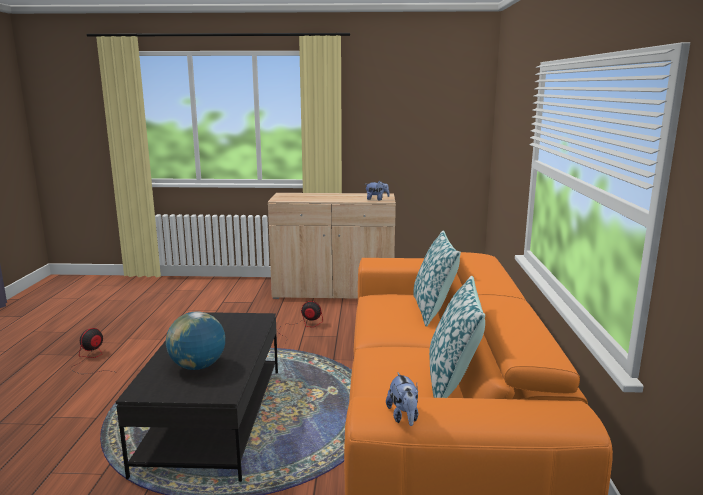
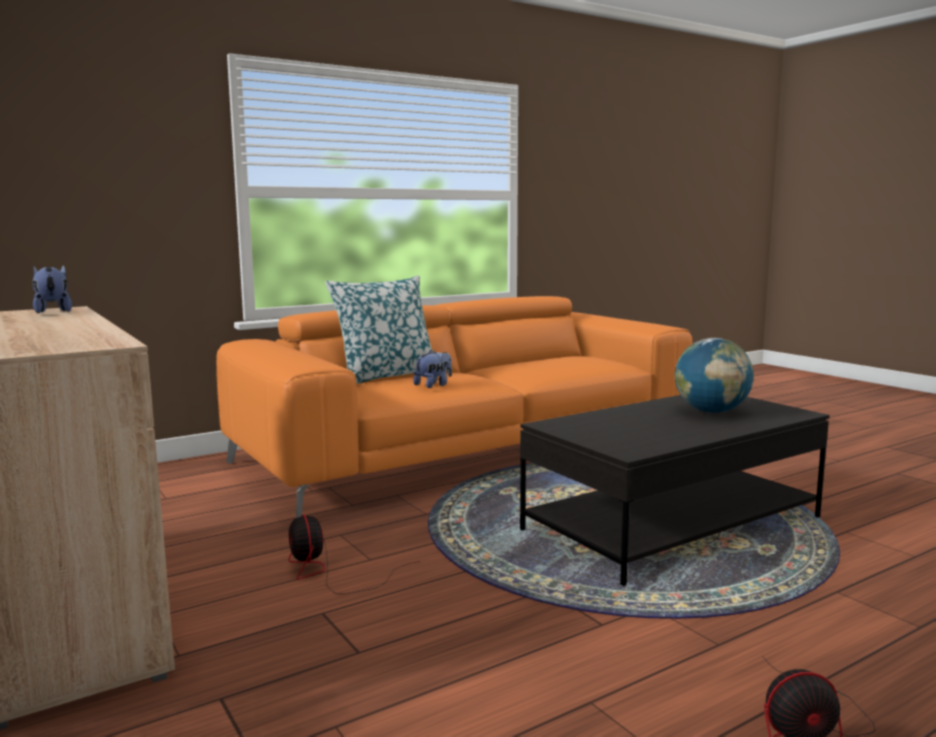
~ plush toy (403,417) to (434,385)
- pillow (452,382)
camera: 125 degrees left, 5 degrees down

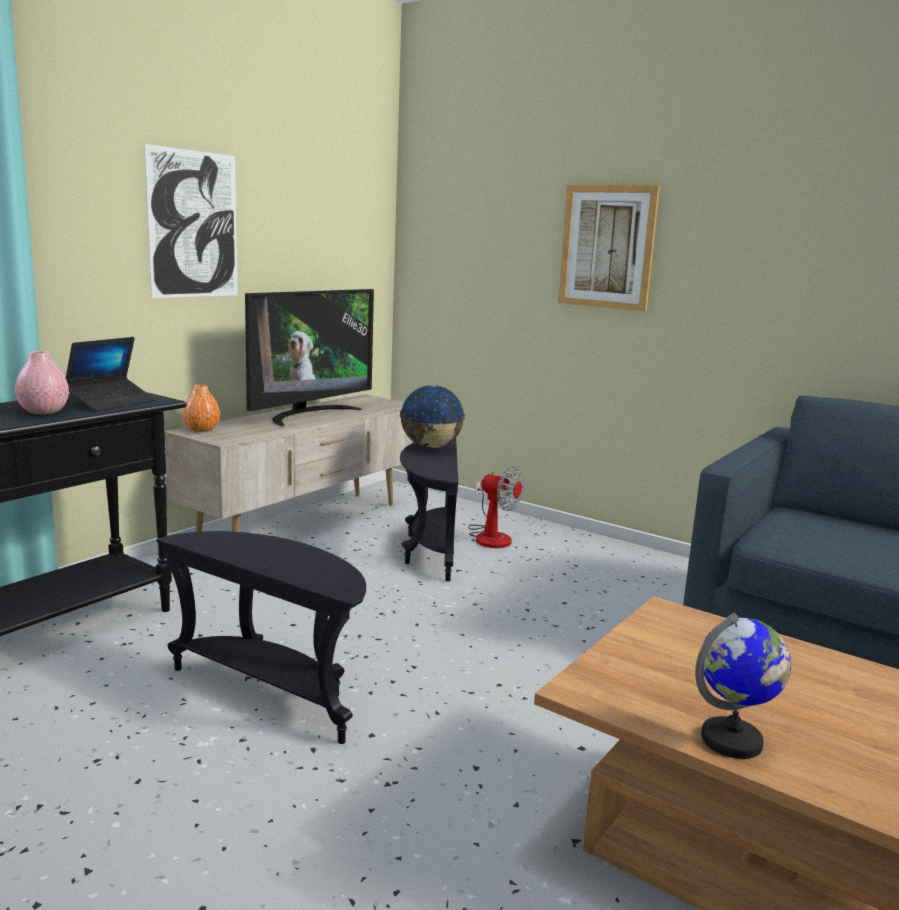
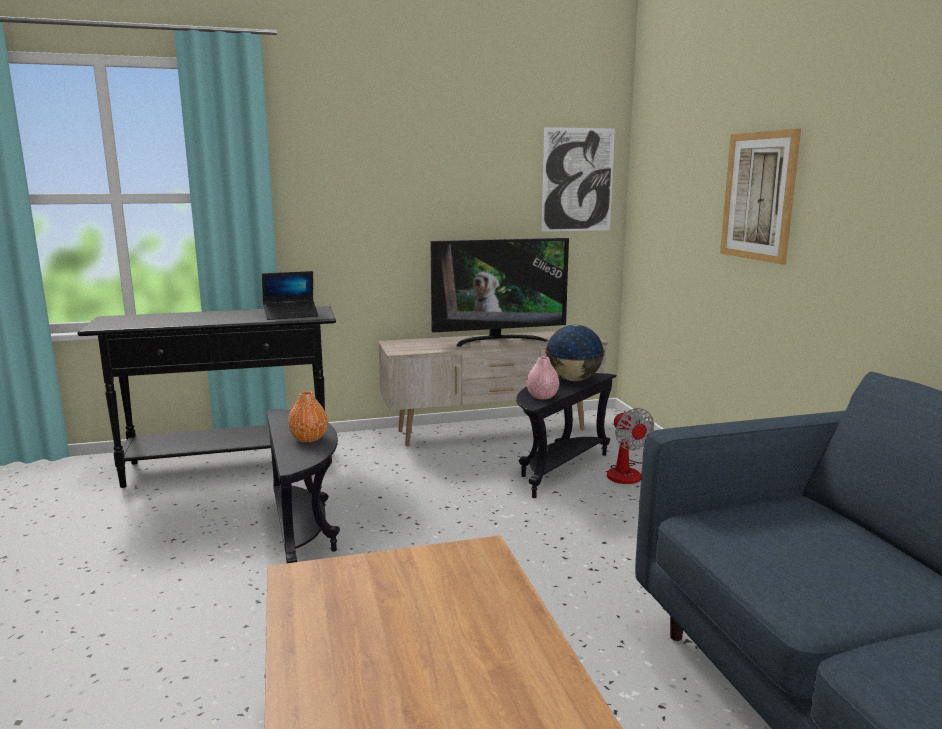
~ pink vase (44,411) to (542,397)
~ picture (194,225) to (577,180)
~ orange vase (201,429) to (309,438)
- globe (732,741)
camera: 40 degrees right, 0 degrees up

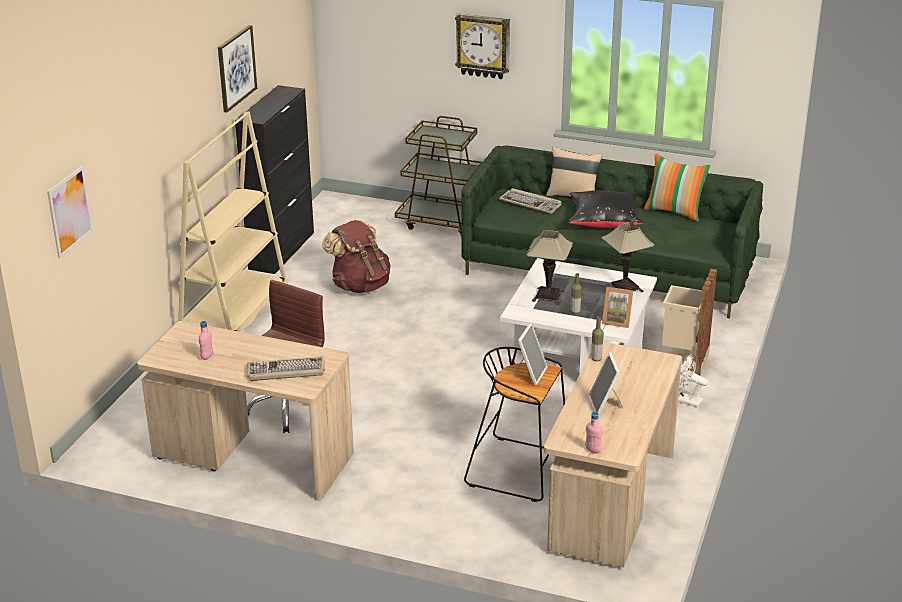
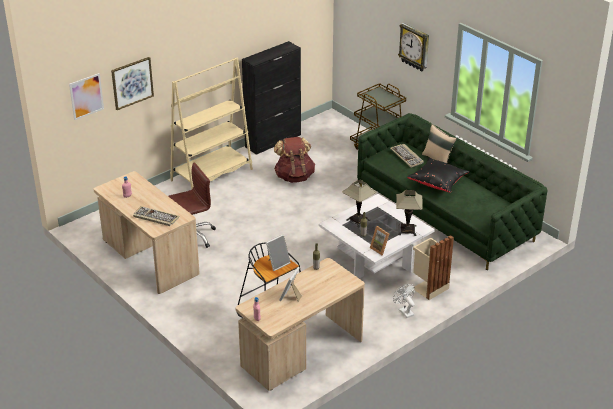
~ picture (236,68) to (132,83)
- pillow (674,212)
camera: 30 degrees right, 5 degrees up

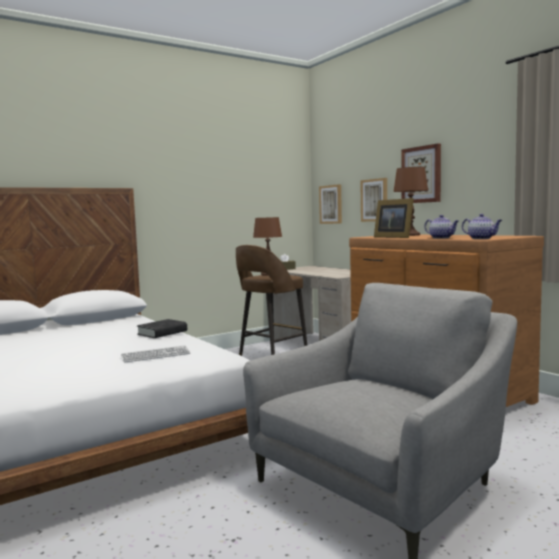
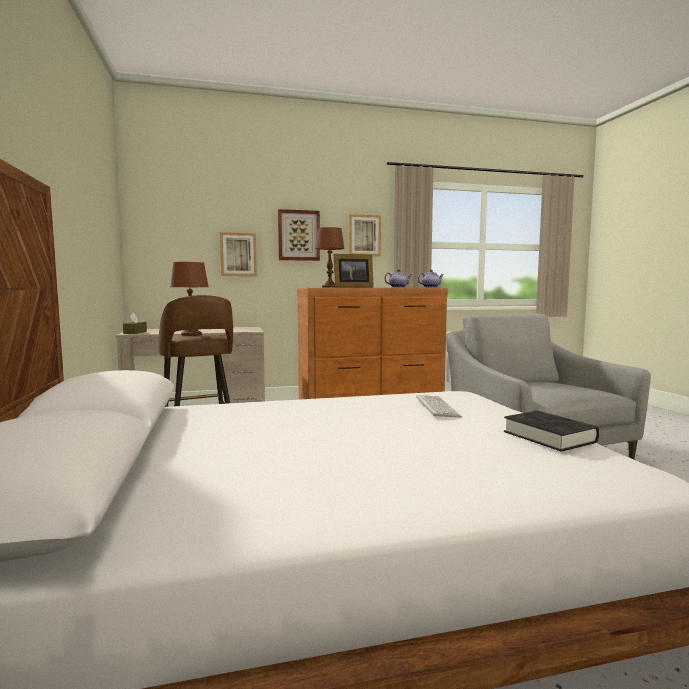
~ black book (162,333) to (549,437)
~ picture (331,204) to (364,235)
camera: 70 degrees left, 0 degrees up

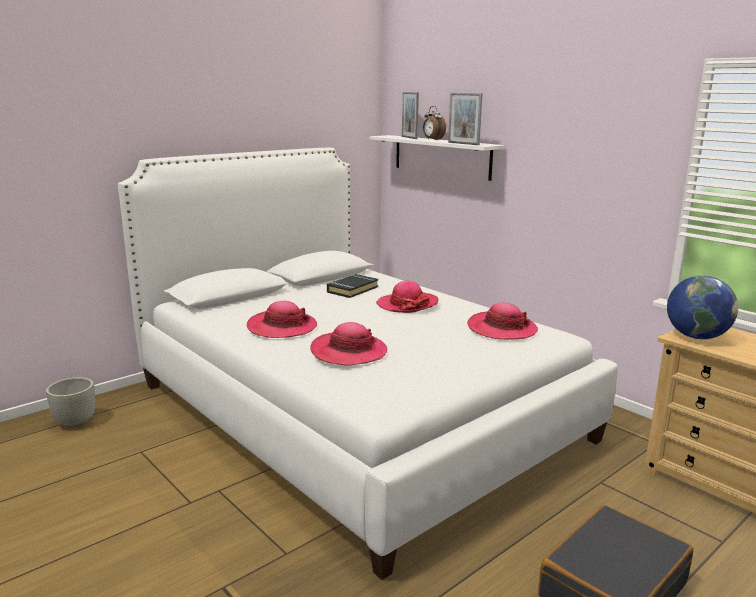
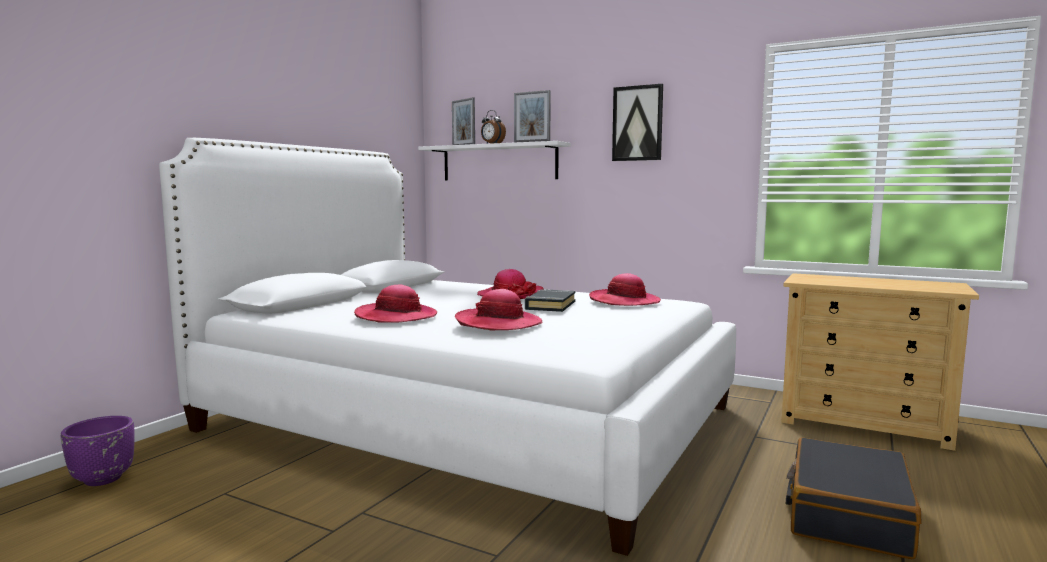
~ grey planter (75,422) to purple planter (102,479)
~ black book (352,289) to (550,305)
- globe (696,337)
+ picture (637,123)
camera: 20 degrees left, 10 degrees down

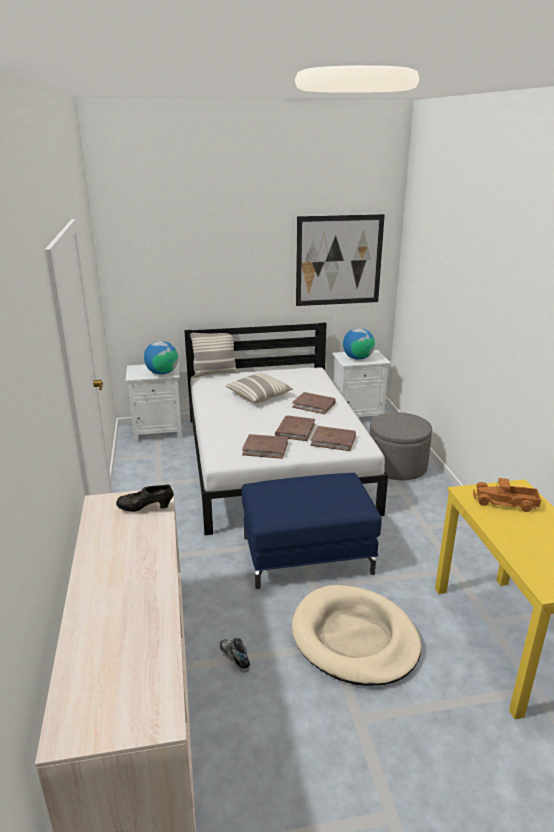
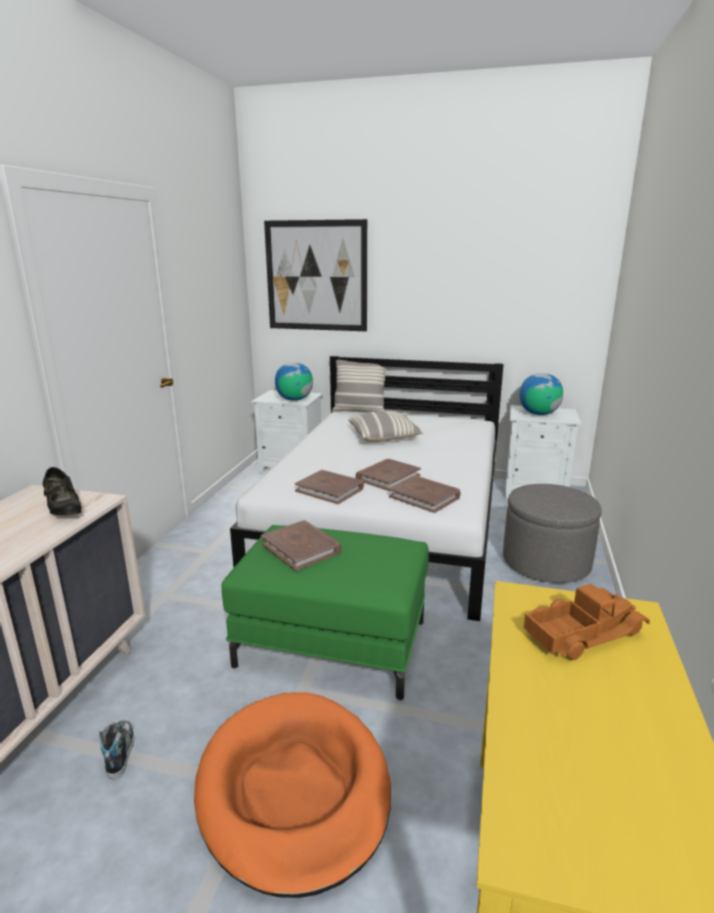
~ black shoe (146,508) = (64,510) 150 degrees counterclockwise
~ blue ottoman (307,554) to green ottoman (332,642)
~ brown book (314,405) to (301,548)
~ beige dog bed (354,638) to orange dog bed (294,790)
~ picture (339,260) to (316,276)
~ toy truck (505,503) = (581,632) 120 degrees clockwise
camera: 25 degrees right, 5 degrees down

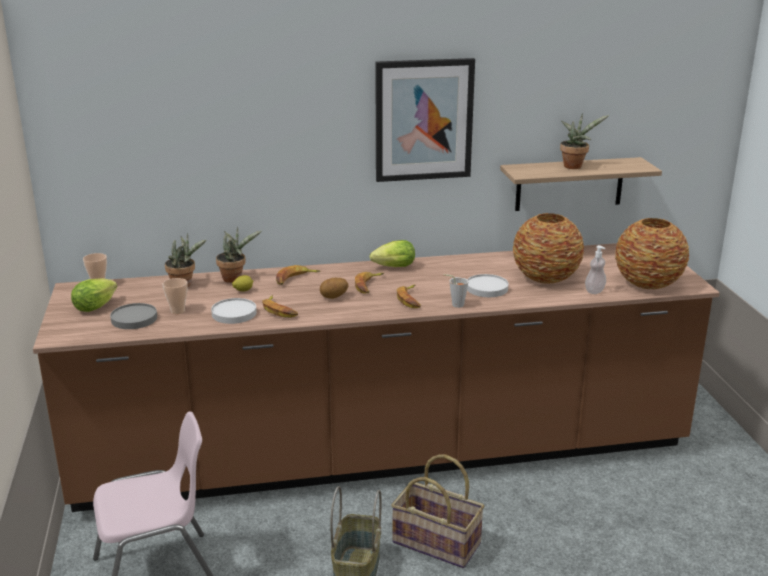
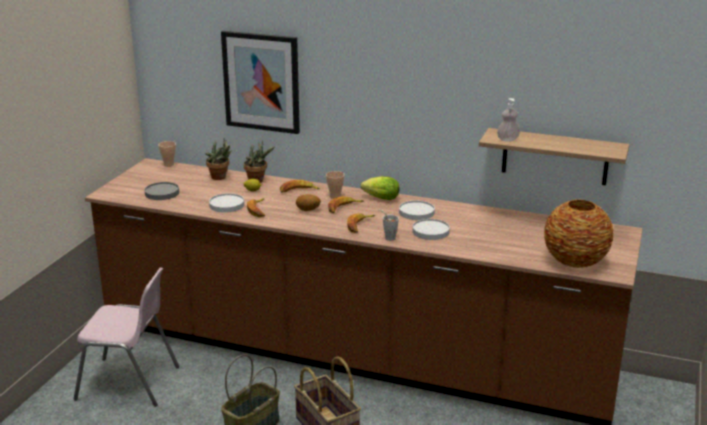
- lettuce (97,306)
~ cup (178,311) to (335,196)
~ picture (423,120) to (261,82)
- vase (545,278)
- potted plant (574,166)
~ soap dispenser (594,291) to (508,139)
+ white plate (416,212)
camera: 30 degrees right, 0 degrees up

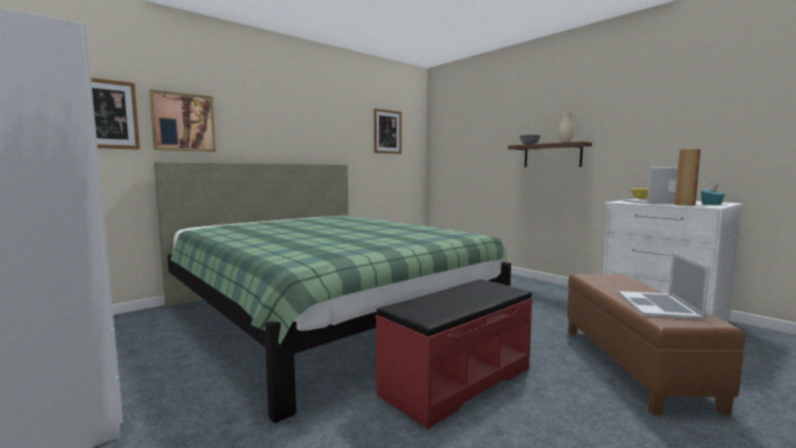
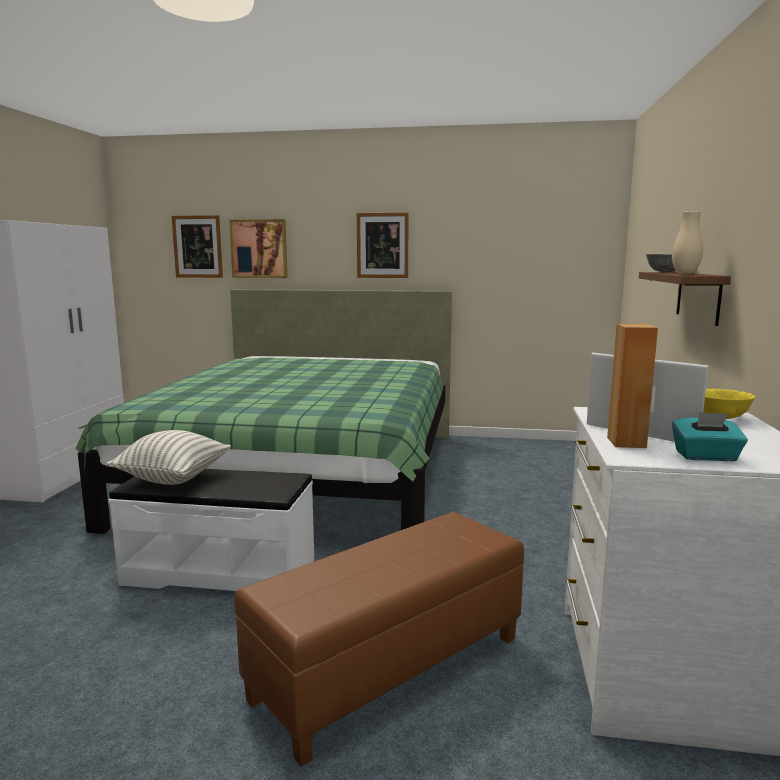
~ picture (387,132) to (382,245)
~ red bench (456,380) to white bench (220,572)
- laptop (658,305)
+ pillow (173,478)
camera: 50 degrees right, 5 degrees up

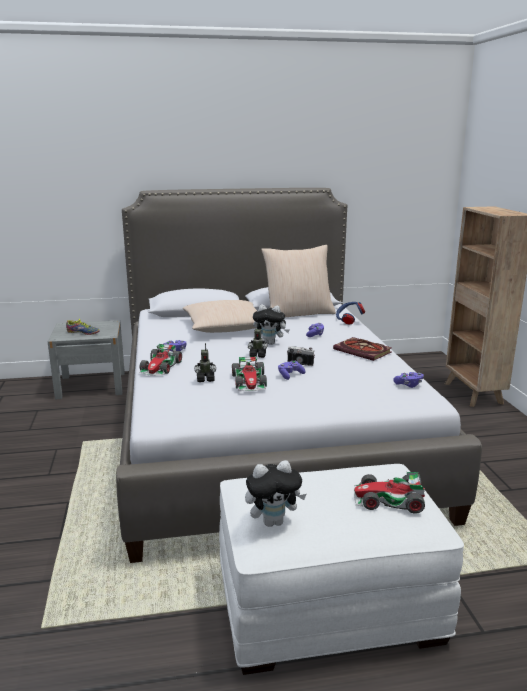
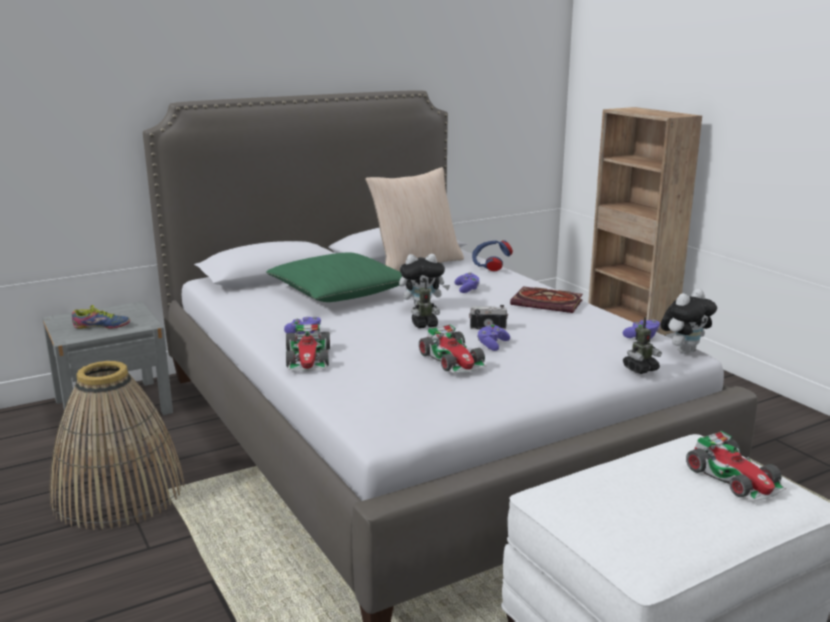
~ beige pillow (225,327) to green pillow (339,293)
~ toy robot (205,379) to (640,369)
~ plush toy (273,521) to (684,351)
~ toy car (388,500) = (735,478) 105 degrees counterclockwise
+ basket (118,492)
camera: 20 degrees left, 0 degrees up

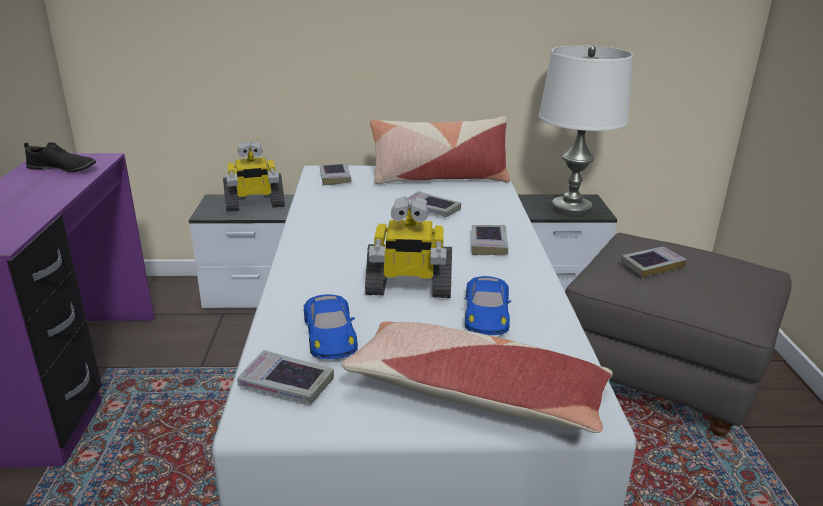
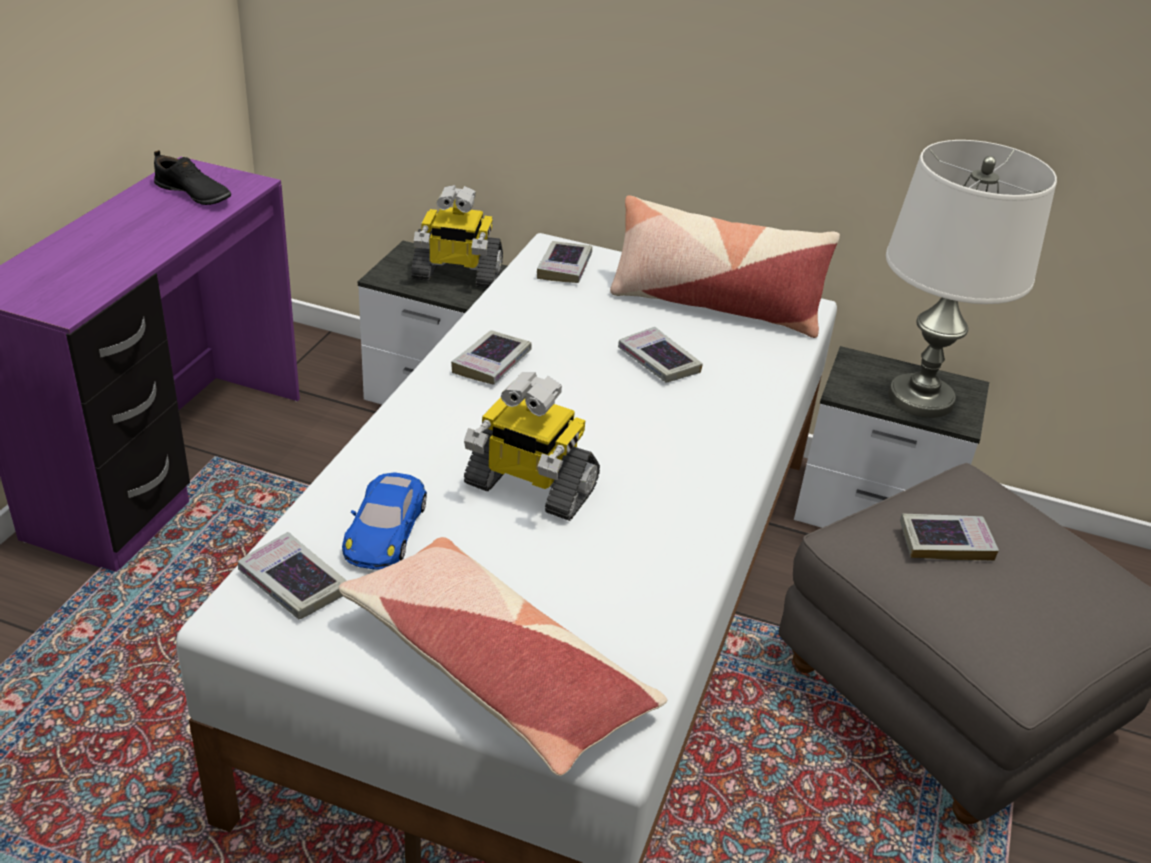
- blue toy car (486,312)
~ book (488,244) to (492,363)
camera: 20 degrees right, 10 degrees up

